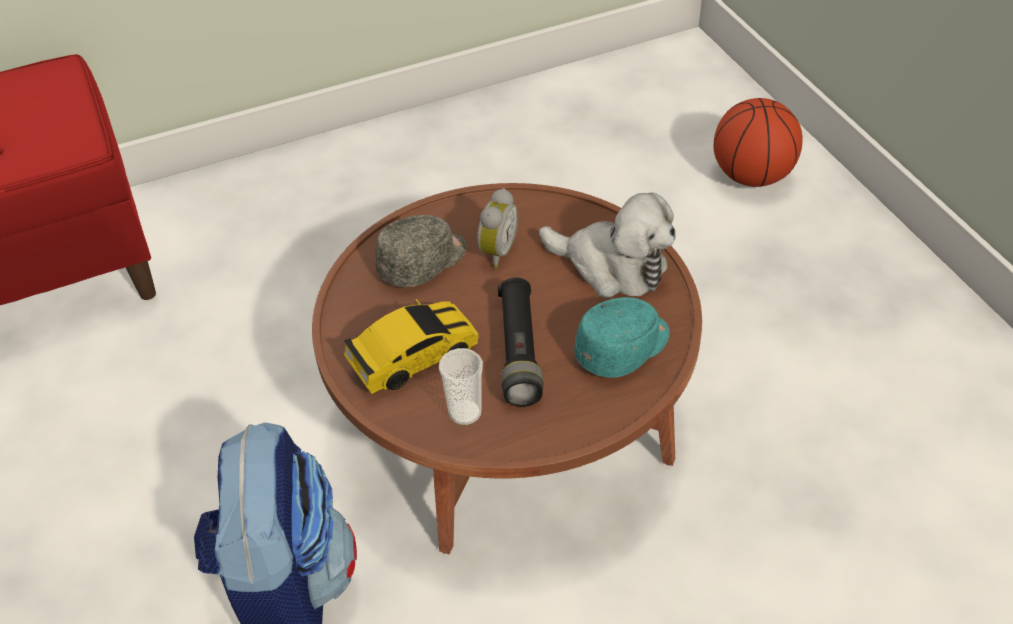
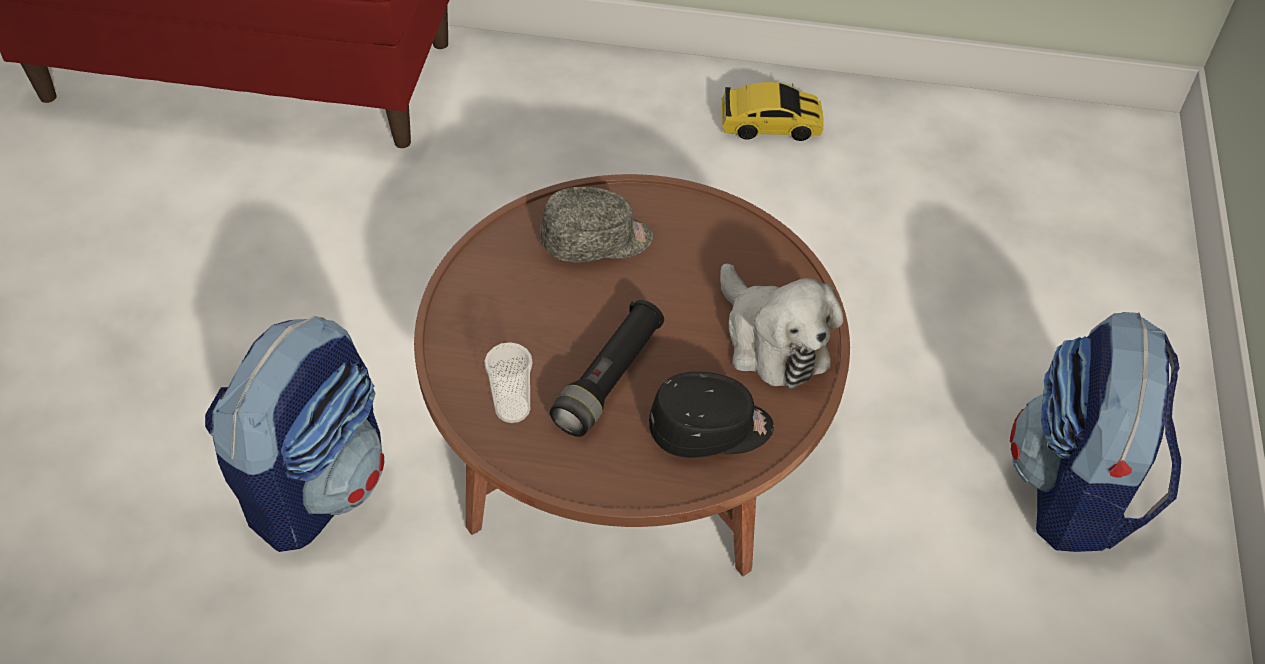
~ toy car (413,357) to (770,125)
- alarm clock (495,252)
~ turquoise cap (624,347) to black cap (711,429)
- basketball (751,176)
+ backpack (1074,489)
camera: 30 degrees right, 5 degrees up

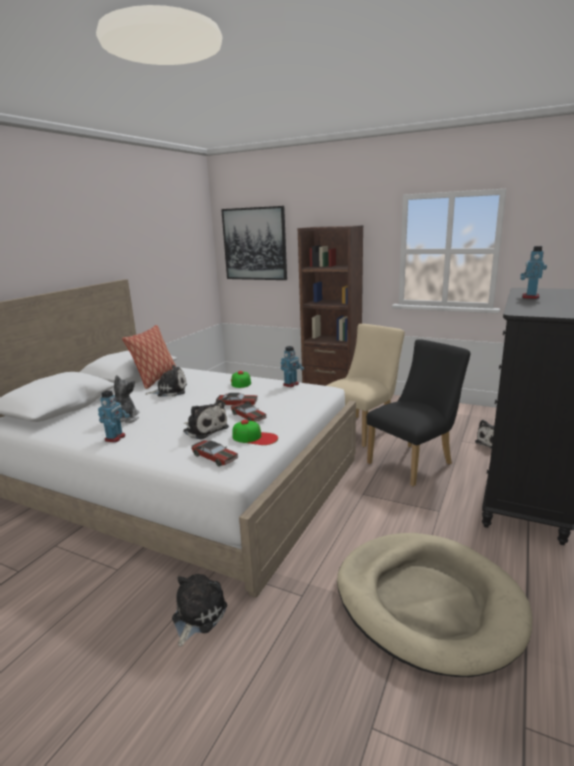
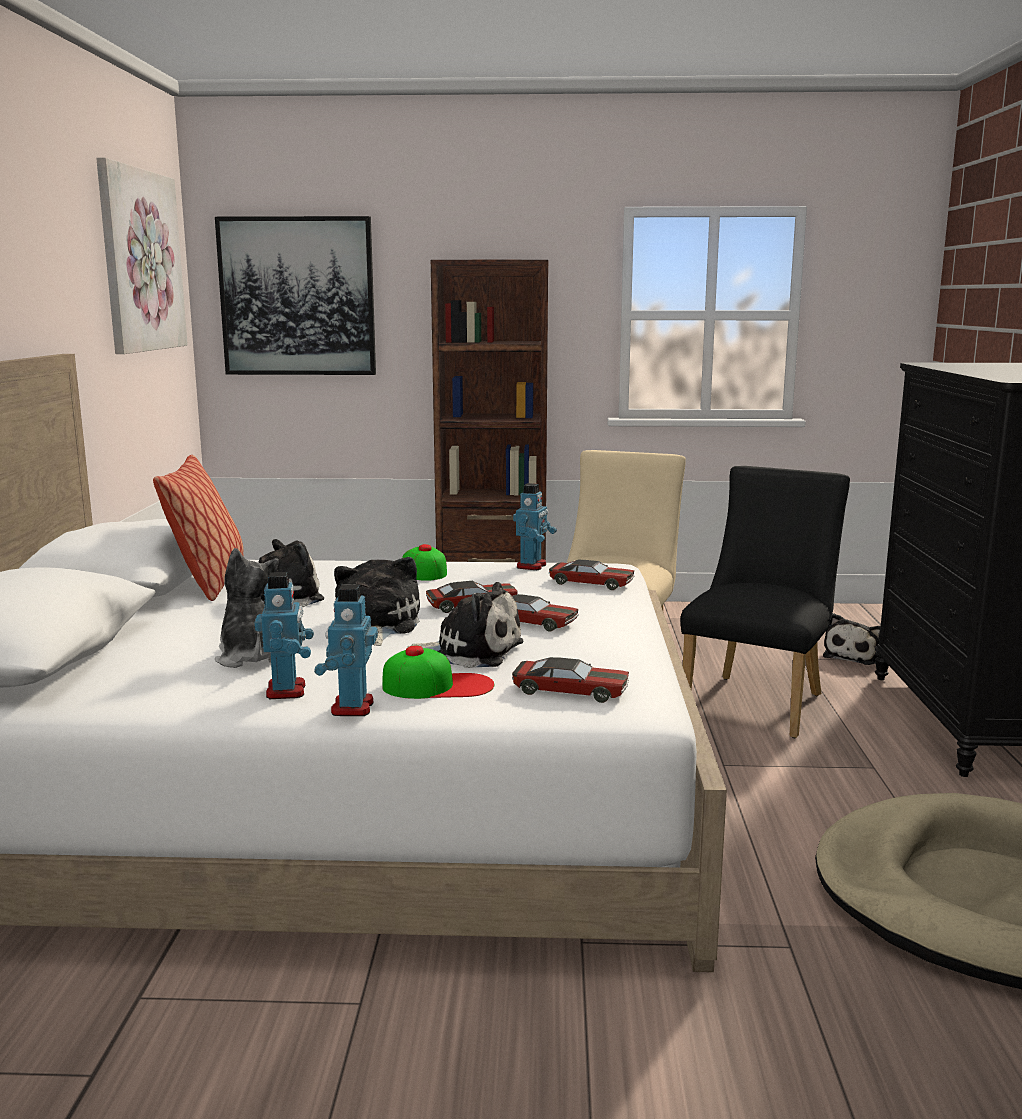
~ plush toy (197,615) to (376,625)
~ cap (255,437) to (438,686)
~ toy robot (530,297) to (351,707)
+ picture (141,261)
+ toy car (591,583)
camera: 25 degrees left, 5 degrees down

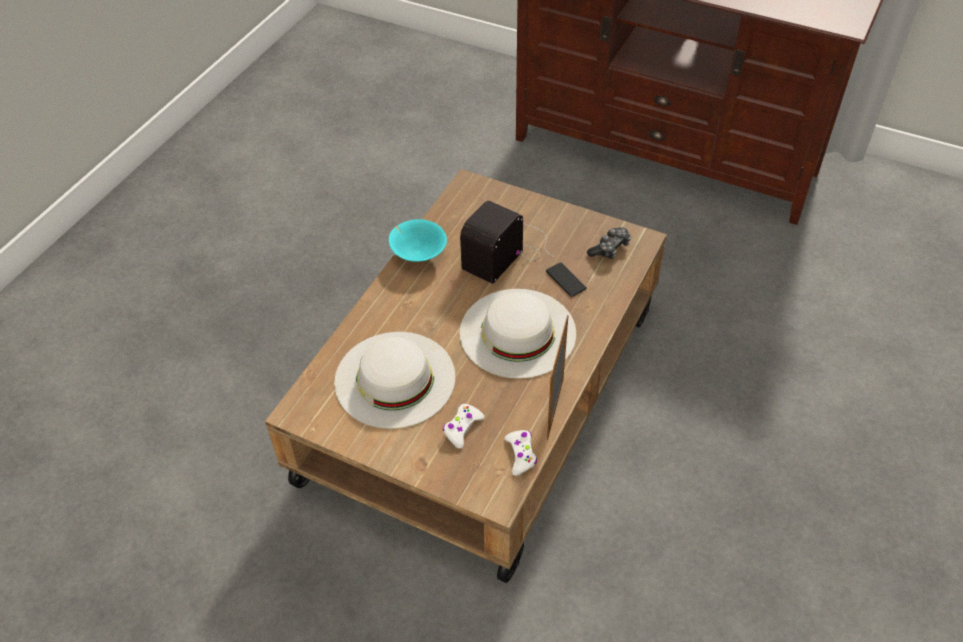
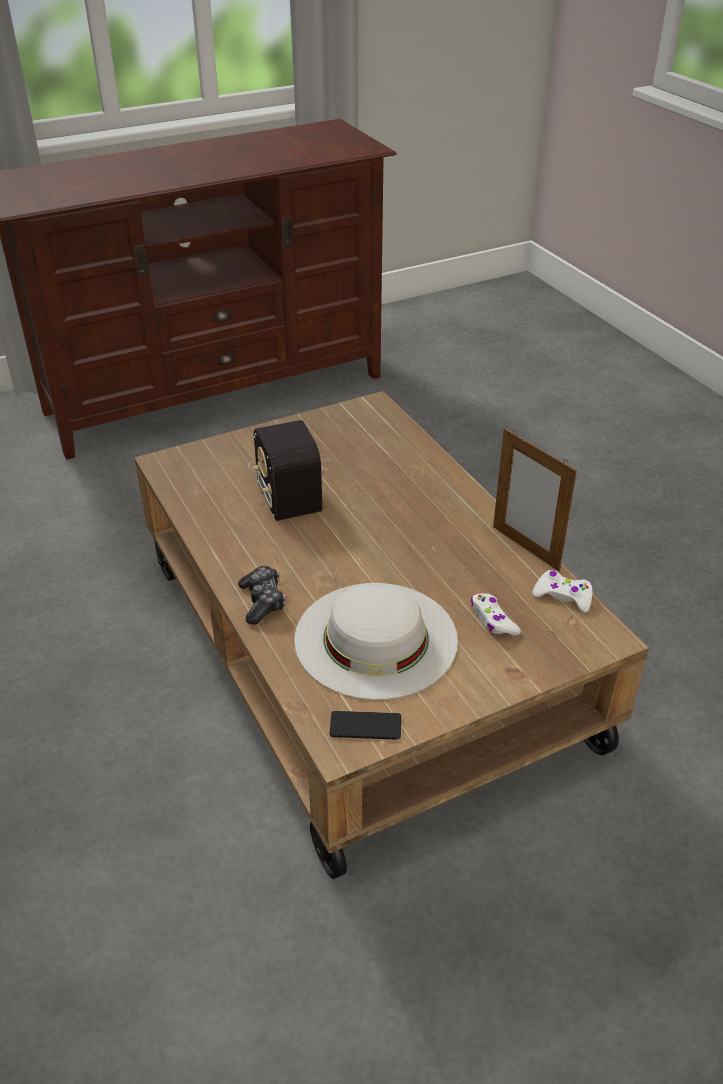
- turquoise bowl (418,254)
- white hat (517,332)
~ phone (565,280) to (365,726)
~ game controller (610,248) to (262,601)
camera: 55 degrees left, 10 degrees down

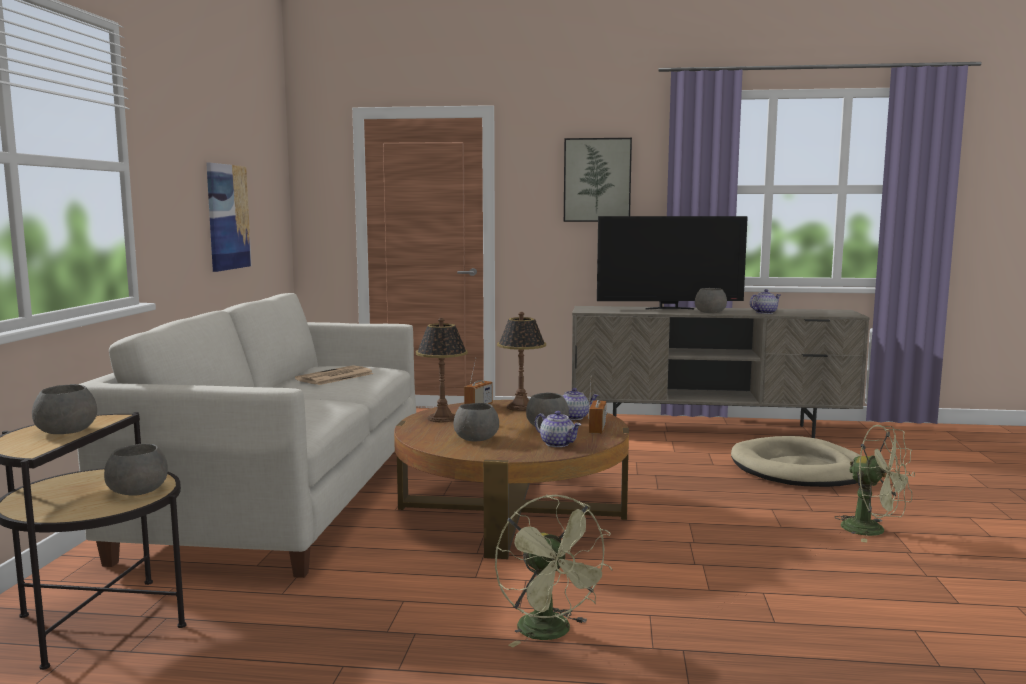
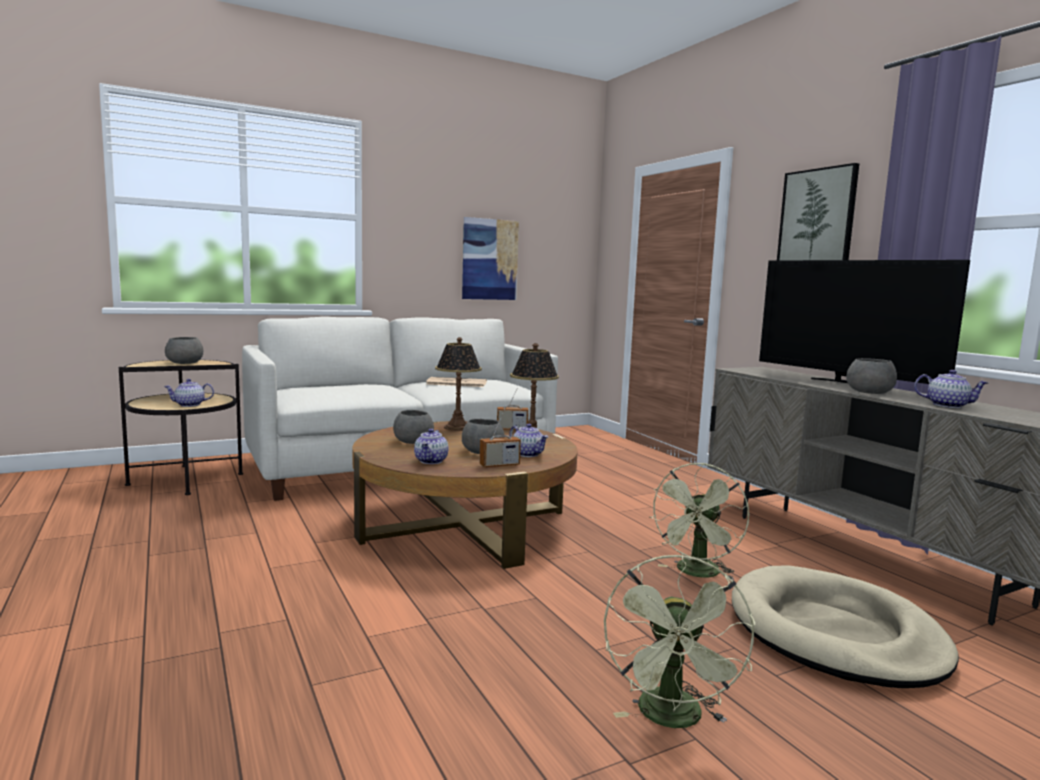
~ grey bowl (139,490) to teapot (189,405)
~ green fan (551,633) to (697,573)
camera: 55 degrees right, 0 degrees up

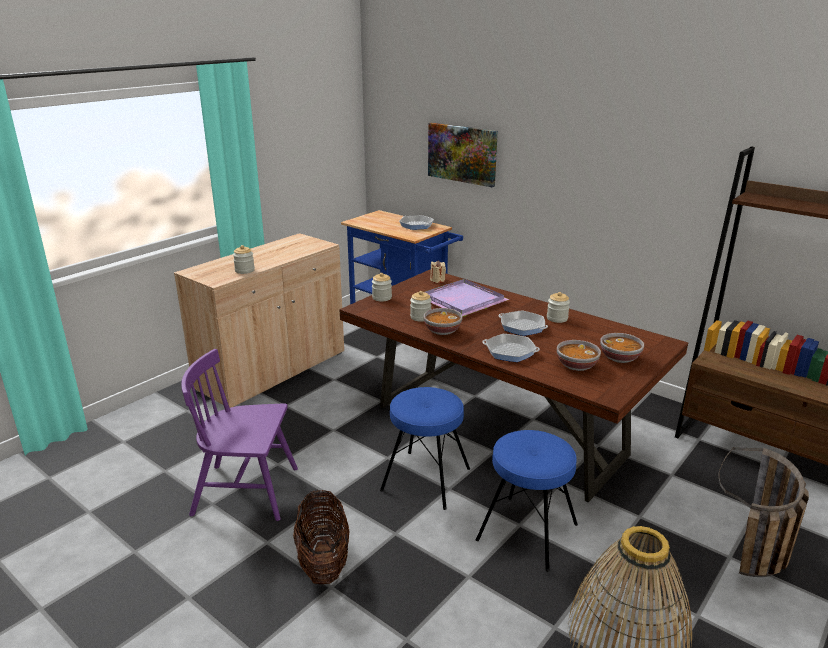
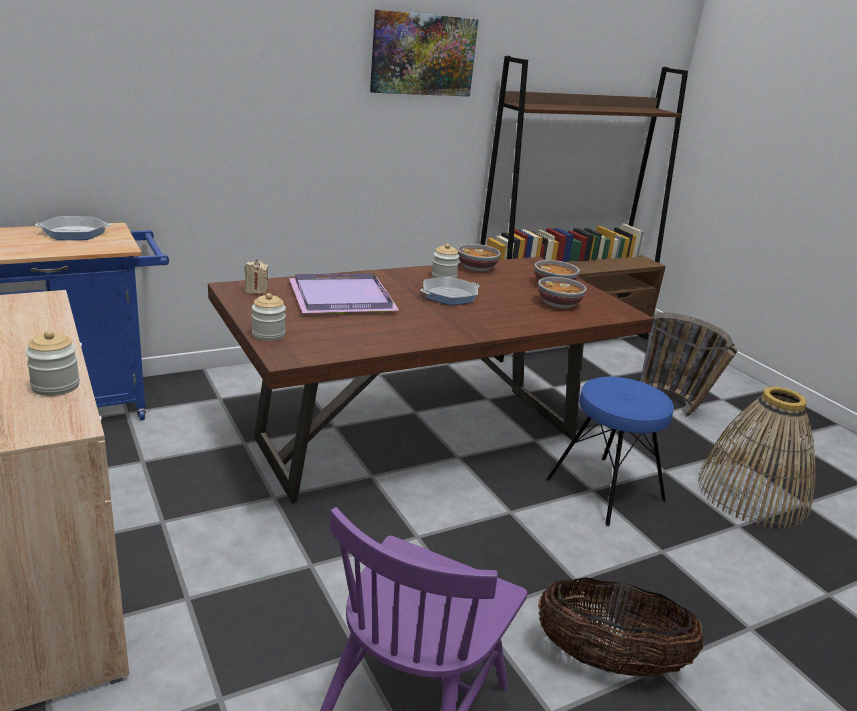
- blue stool (426,479)
- jar (420,317)
~ bowl (442,331) to (477,268)
~ picture (462,154) to (423,54)
- frying pan (510,352)
camera: 70 degrees left, 0 degrees up

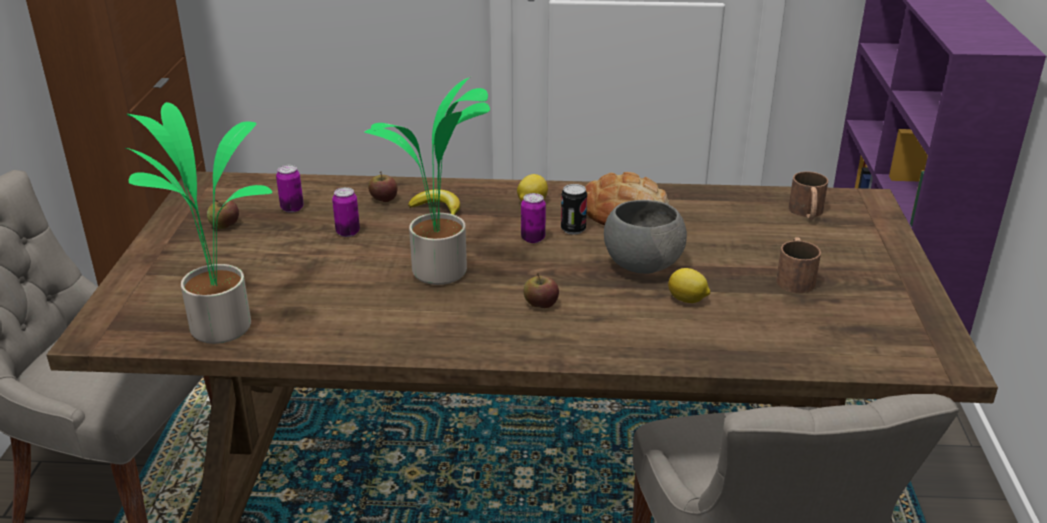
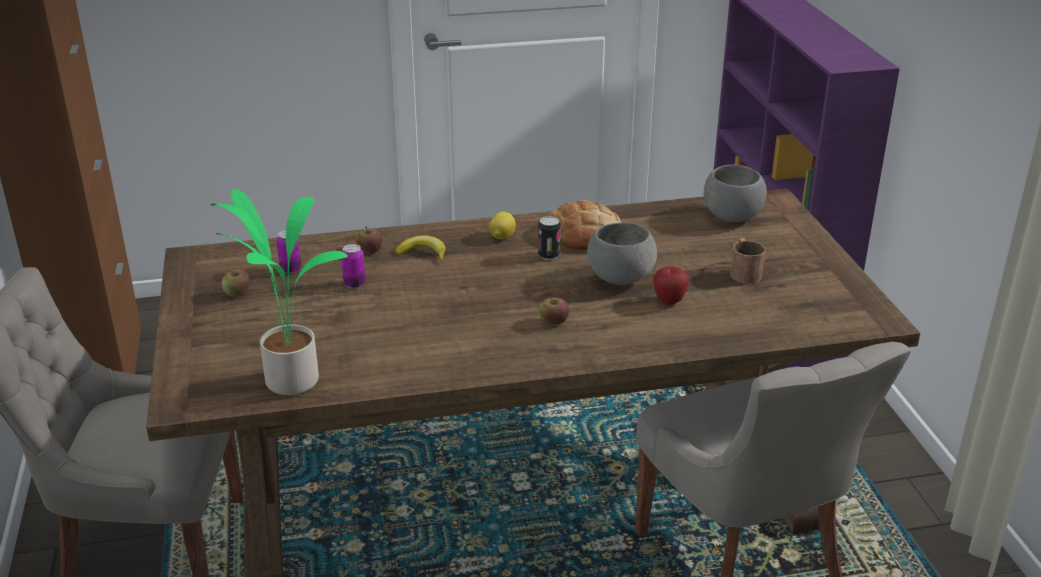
- potted plant (439,274)
- can (533,238)
~ lemon (688,300) to apple (669,301)
~ brown mug (807,213) to grey bowl (732,217)
camera: 15 degrees left, 0 degrees up

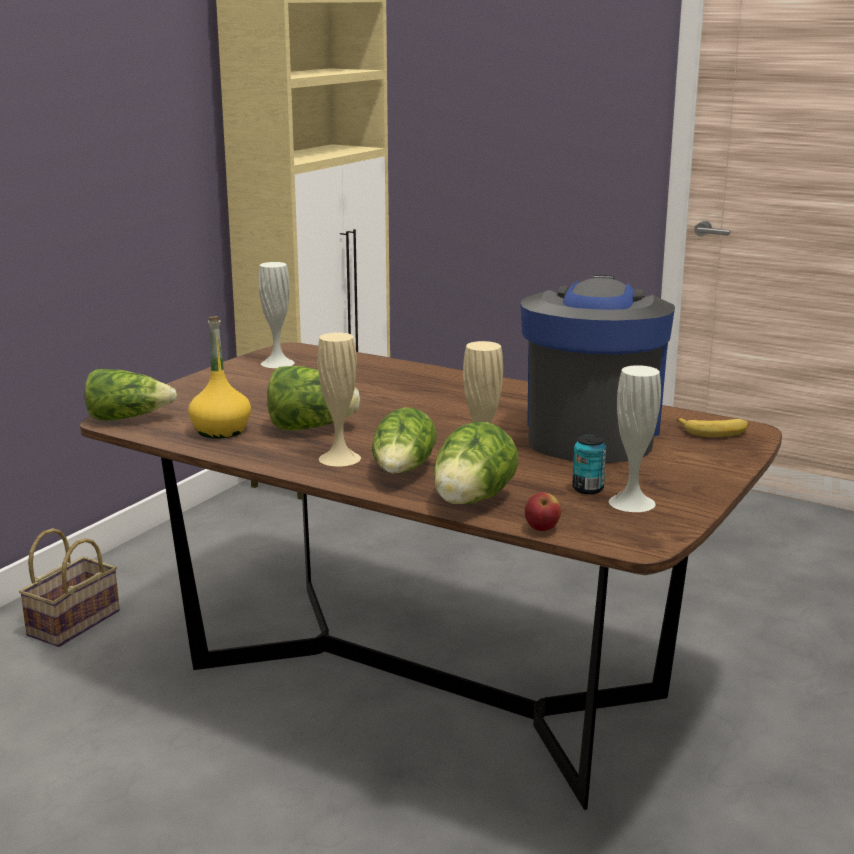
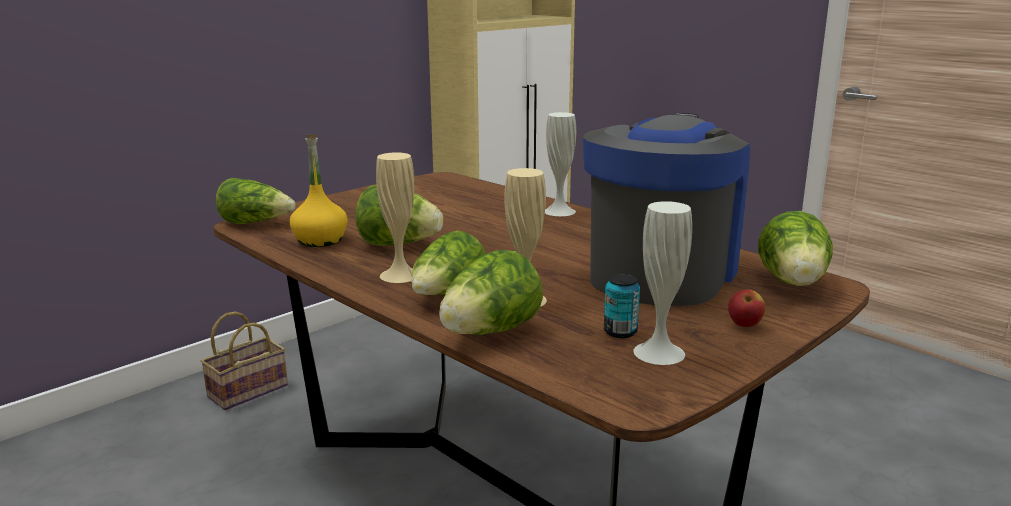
~ white vase (277,363) to (559,211)
~ apple (542,529) to (744,325)
~ banana (714,432) to lettuce (793,284)
camera: 15 degrees right, 0 degrees up

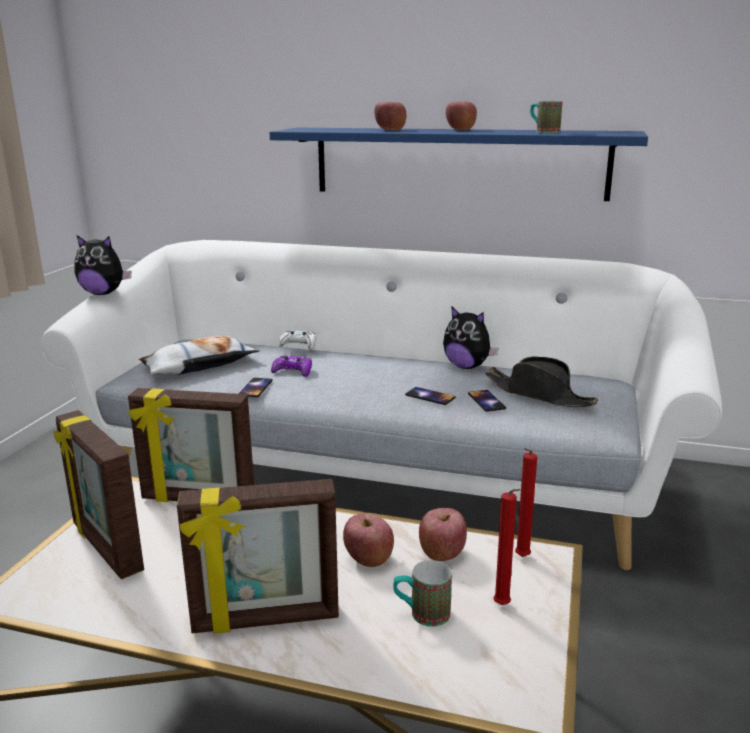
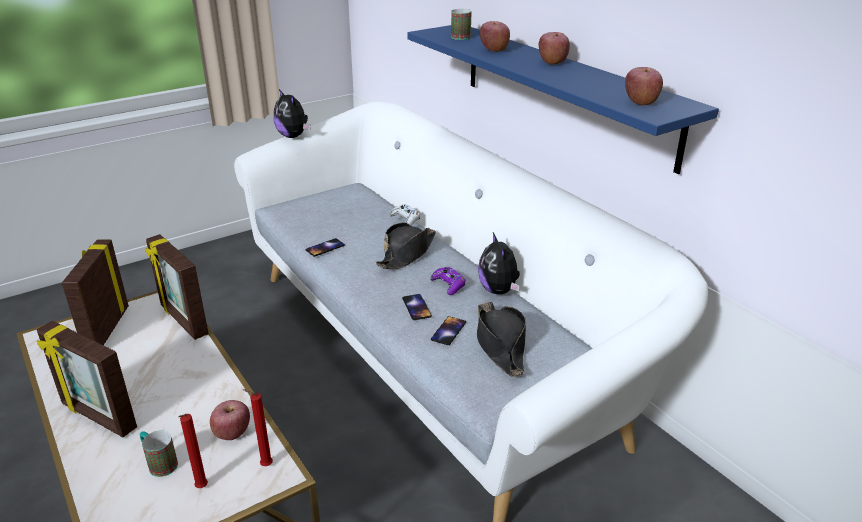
- pillow (199,365)
~ purple game controller (293,371) to (448,284)
~ apple (368,559) to (641,102)
~ mug (543,132) to (460,36)
+ black hat (407,253)
camera: 40 degrees right, 10 degrees up

